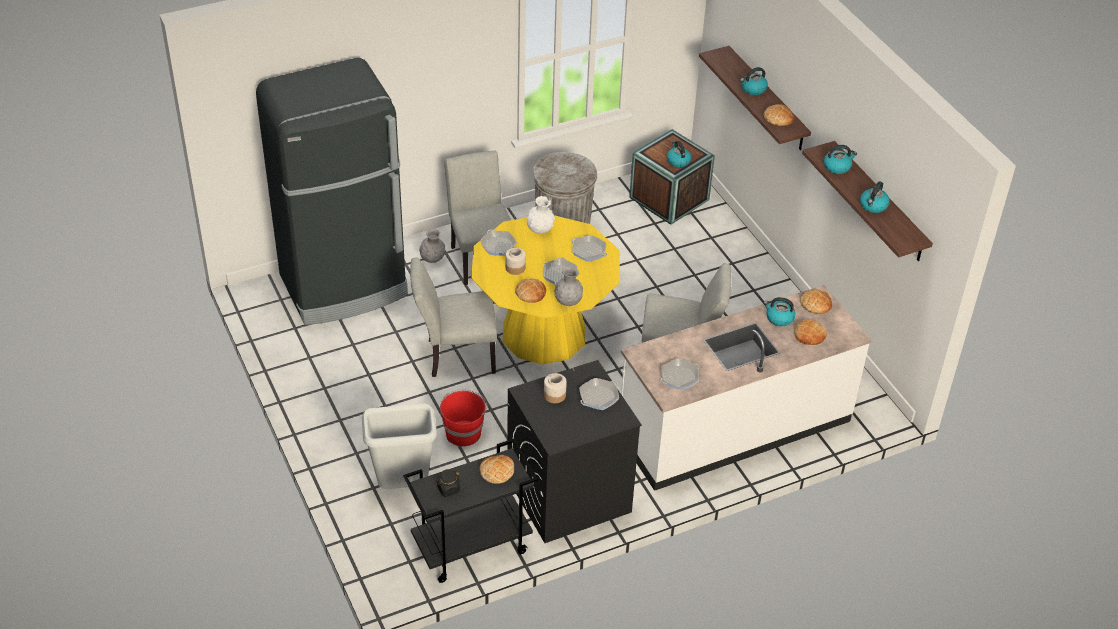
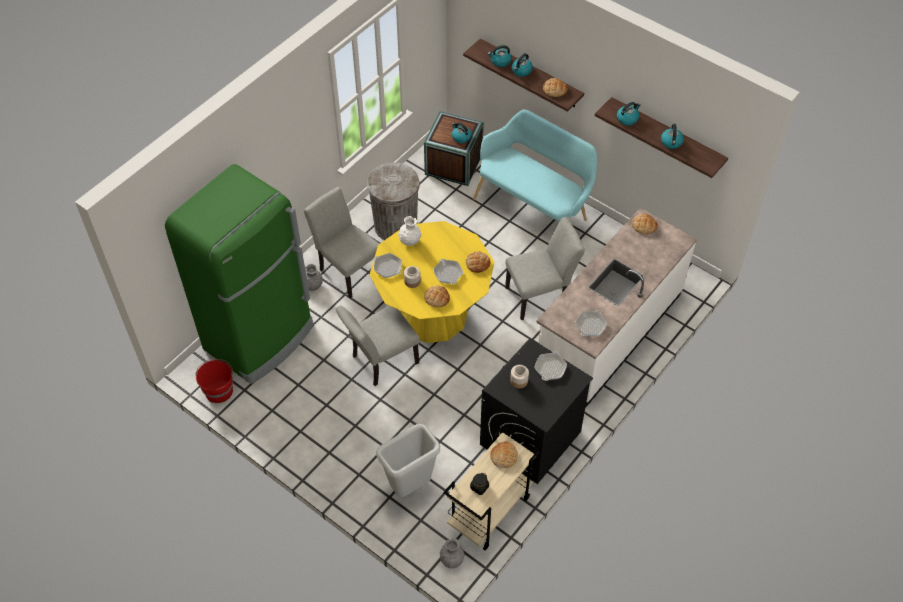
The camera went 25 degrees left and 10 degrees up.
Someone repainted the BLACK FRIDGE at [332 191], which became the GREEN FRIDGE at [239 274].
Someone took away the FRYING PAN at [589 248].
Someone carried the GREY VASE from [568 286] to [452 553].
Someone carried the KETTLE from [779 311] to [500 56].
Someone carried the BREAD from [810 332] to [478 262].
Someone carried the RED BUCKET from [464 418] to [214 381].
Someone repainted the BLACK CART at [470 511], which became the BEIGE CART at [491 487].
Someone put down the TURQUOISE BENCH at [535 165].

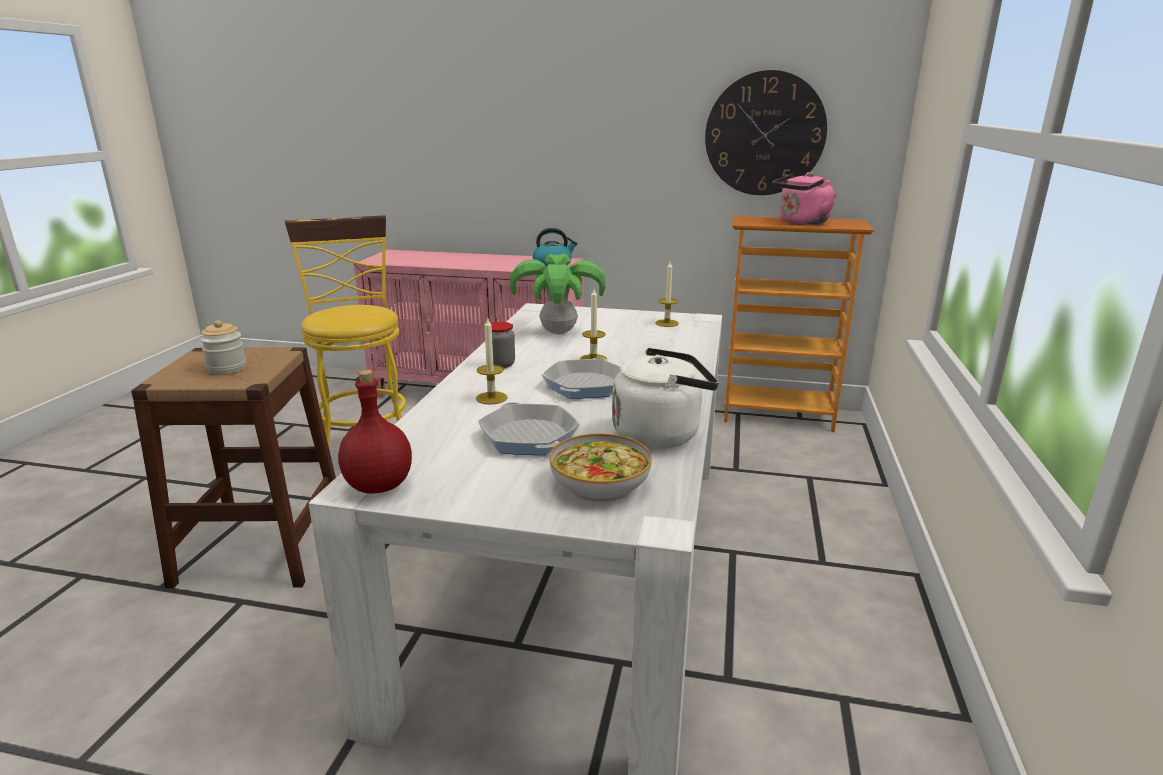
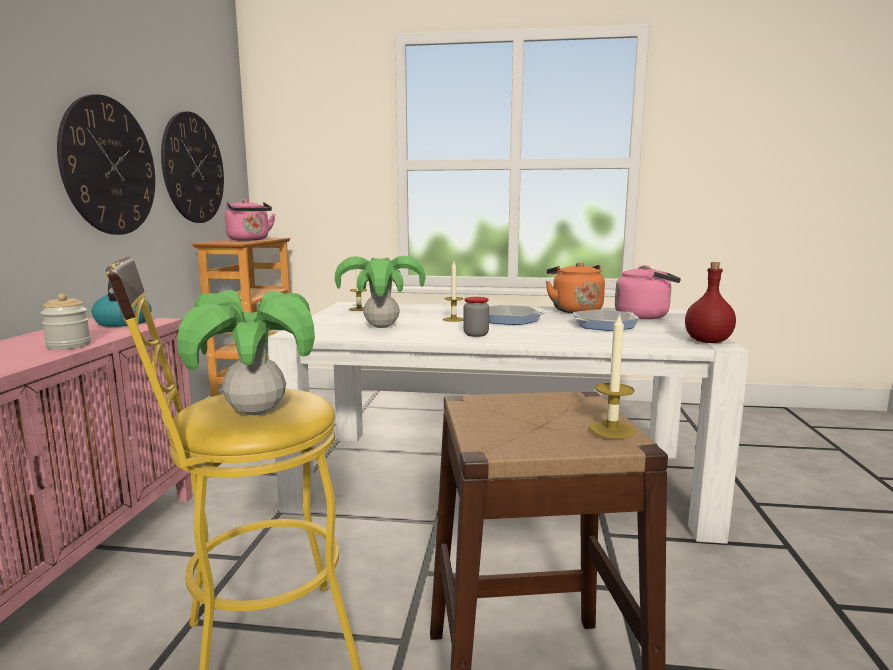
The camera went 95 degrees left and 10 degrees down.
Someone carried the CANDLE from [492 361] to [612 375].
Someone carried the JAR from [223 347] to [65 321].
Someone repainted the WHITE KETTLE at [665 398], which became the ORANGE KETTLE at [575 287].
Someone swapped the BOWL at [601 467] for the PINK KETTLE at [648 292].
Someone put up the WALL CLOCK at [106 164].
Someone put down the POTTED PLANT at [246 352].

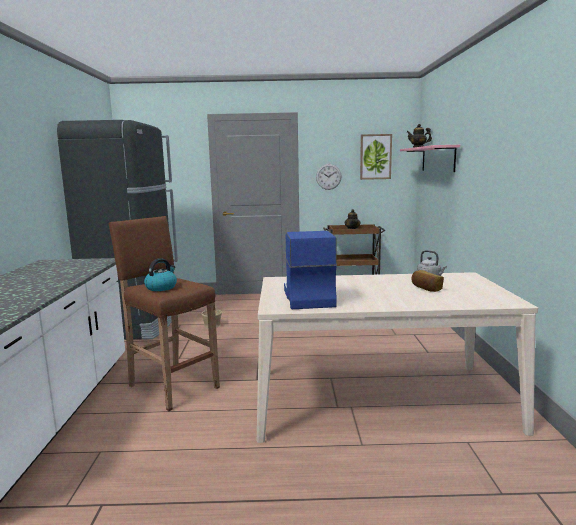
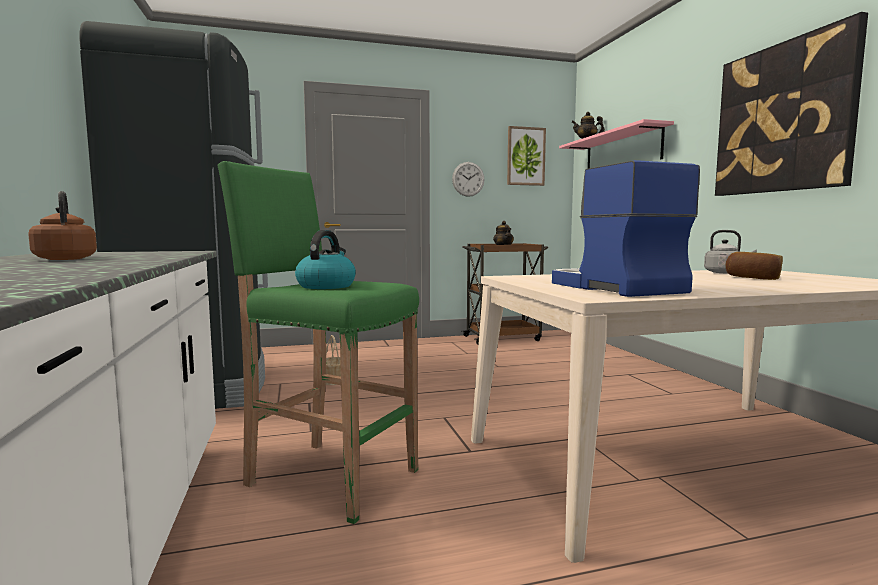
The camera went 15 degrees left and 5 degrees down.
Someone repainted the BROWN STOOL at [164 313], which became the GREEN STOOL at [318 342].
Someone put up the PICTURE at [791 104].
Someone put down the BROWN KETTLE at [62 225].

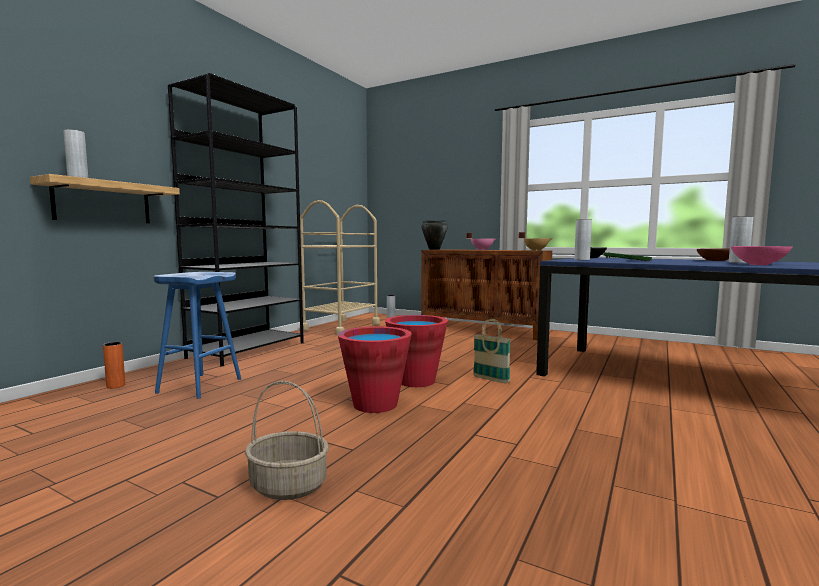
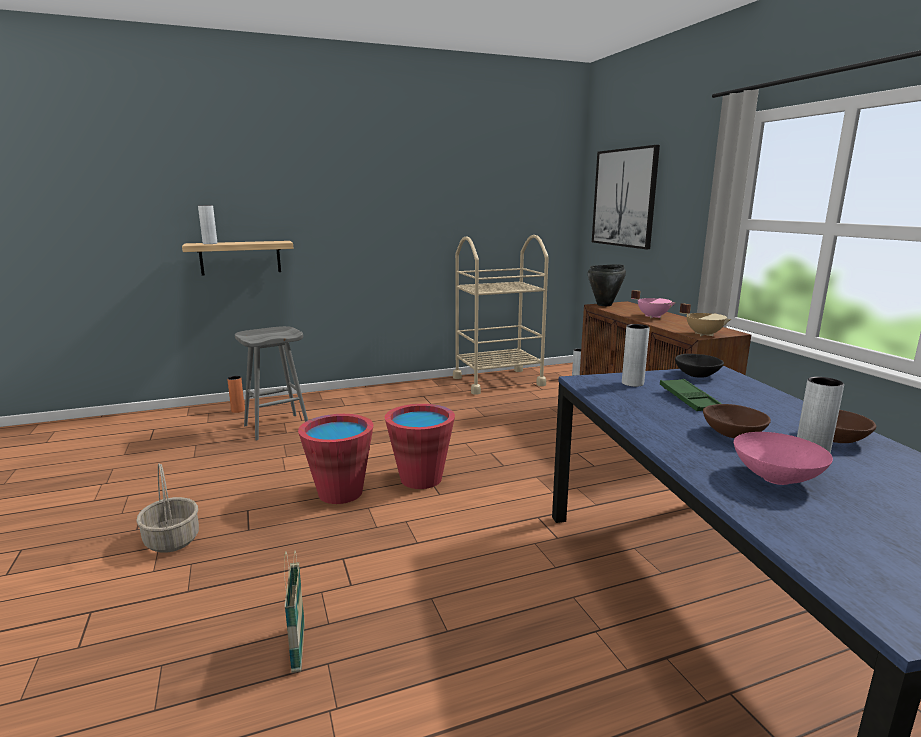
The camera went 40 degrees right and 10 degrees up.
Someone took away the BLACK BOOKCASE at [236 220].
Someone repainted the BLUE STOOL at [197 335], which became the GREY STOOL at [271 383].
Someone carried the BASKET from [492 351] to [294 612].
Someone put up the PICTURE at [626 197].
Someone put down the BROWN BOWL at [737 421].

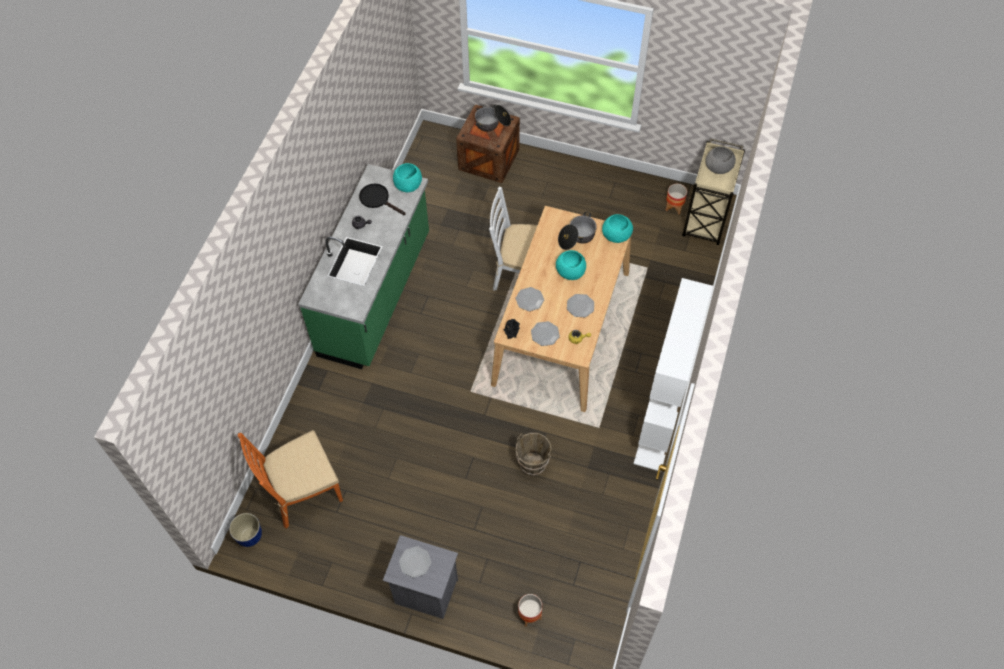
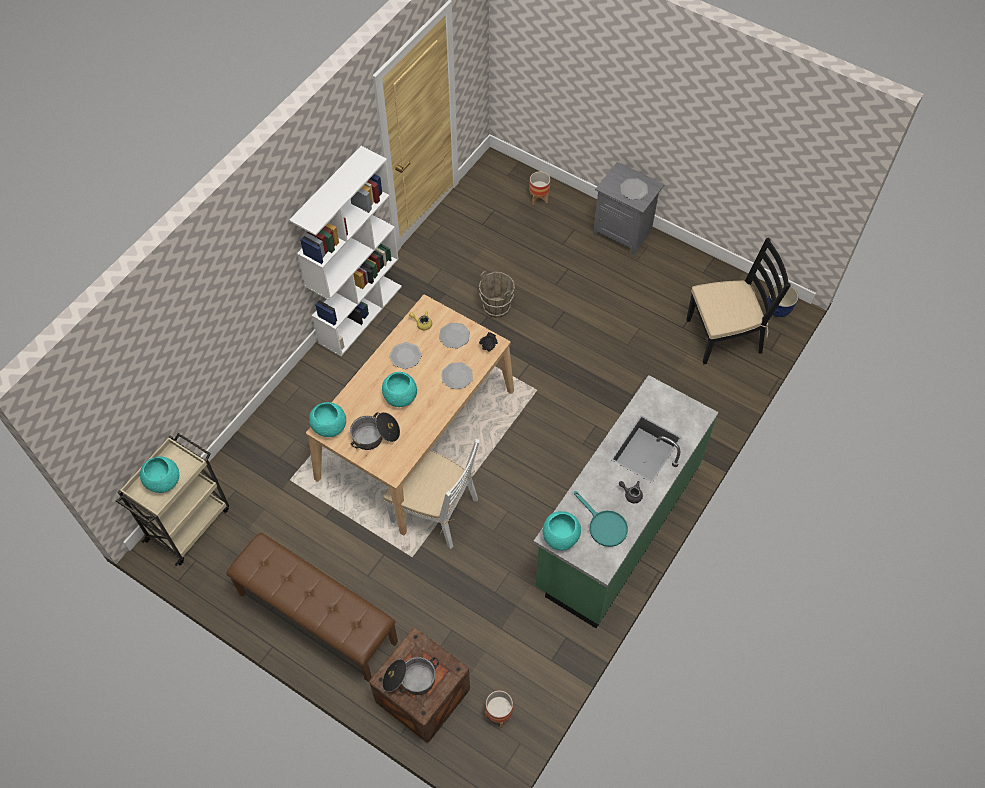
The camera went 165 degrees left and 0 degrees up.
Someone repainted the GREY BOWL at [720 160], which became the TURQUOISE BOWL at [159 474].
Someone repainted the BLACK FRYING PAN at [382 199], which became the TURQUOISE FRYING PAN at [601 519].
Someone carried the PLANTER from [676 199] to [499 709].
Someone repainted the ORANGE CHAIR at [290 479], which became the BLACK CHAIR at [738 301].
Someone put down the BROWN BENCH at [312 607].

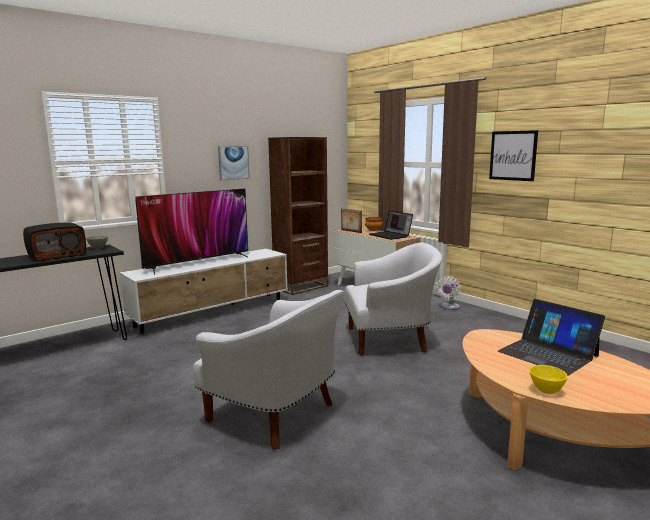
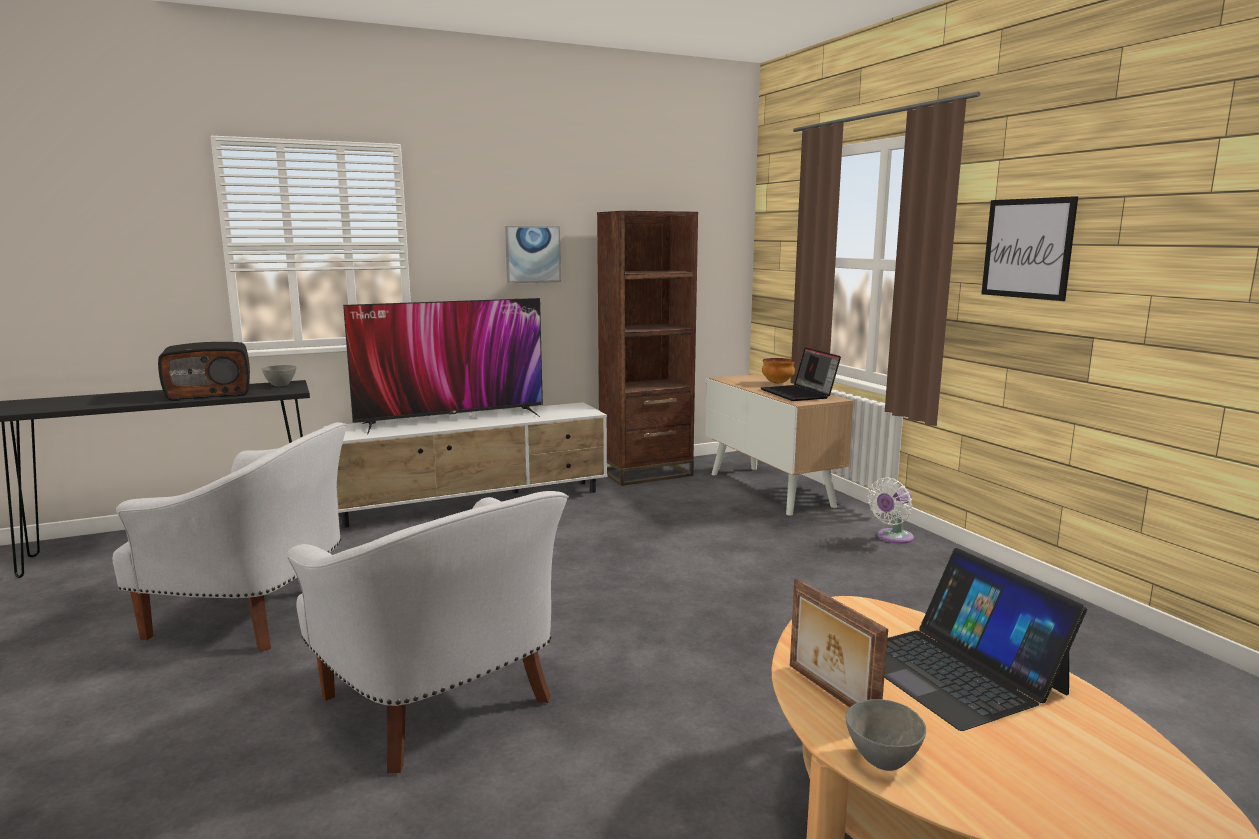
The camera went 15 degrees right and 0 degrees up.
Someone carried the PICTURE FRAME from [351 220] to [839 642].
Someone carried the WHITE ARMCHAIR from [393 299] to [230 537].
Someone repainted the YELLOW BOWL at [549 379], which became the GREY BOWL at [886 735].

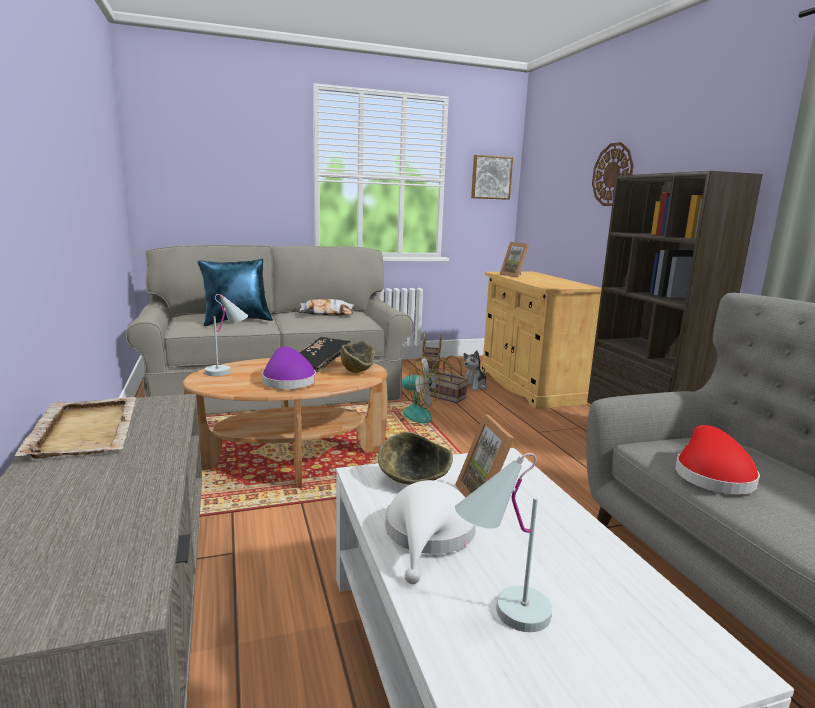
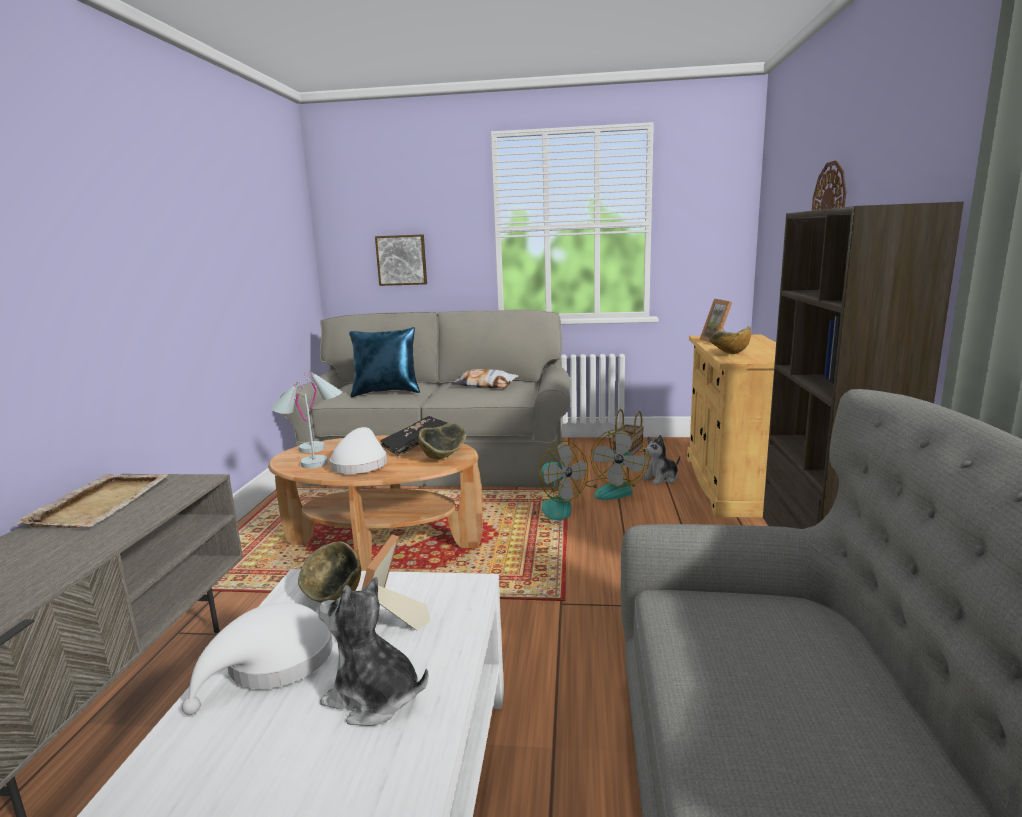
The camera went 25 degrees right and 0 degrees up.
Someone carried the PICTURE from [492 177] to [401 260].
Someone repainted the PURPLE HAT at [289 368], which became the WHITE HAT at [358 450].
Someone swapped the BASKET at [448 379] for the FAN at [617 464].
Someone took away the RED HAT at [718 459].
Someone carried the WHITE TABLE LAMP from [503 542] to [299 425].
Someone put down the BOWL at [730 340].
Someone put down the PLUSH TOY at [373 651].

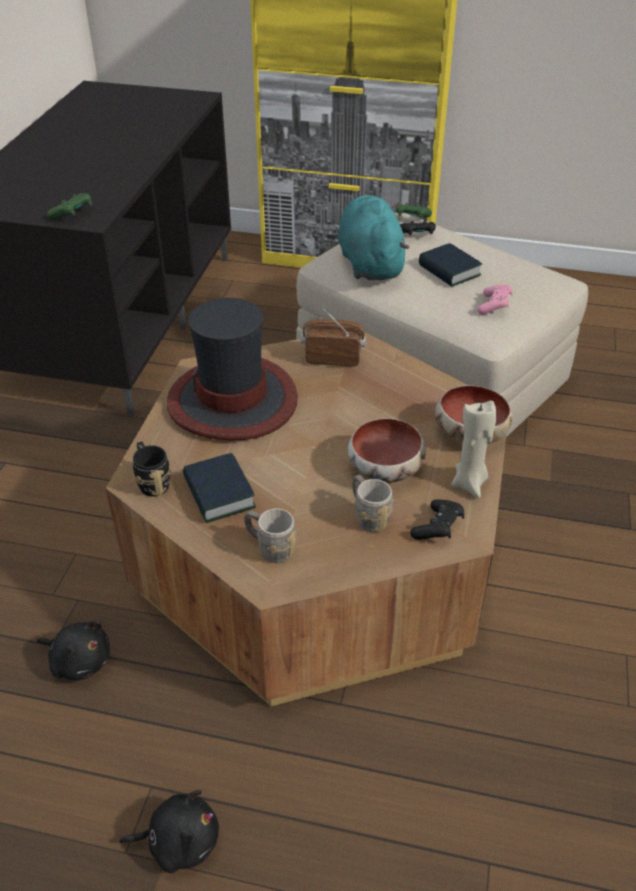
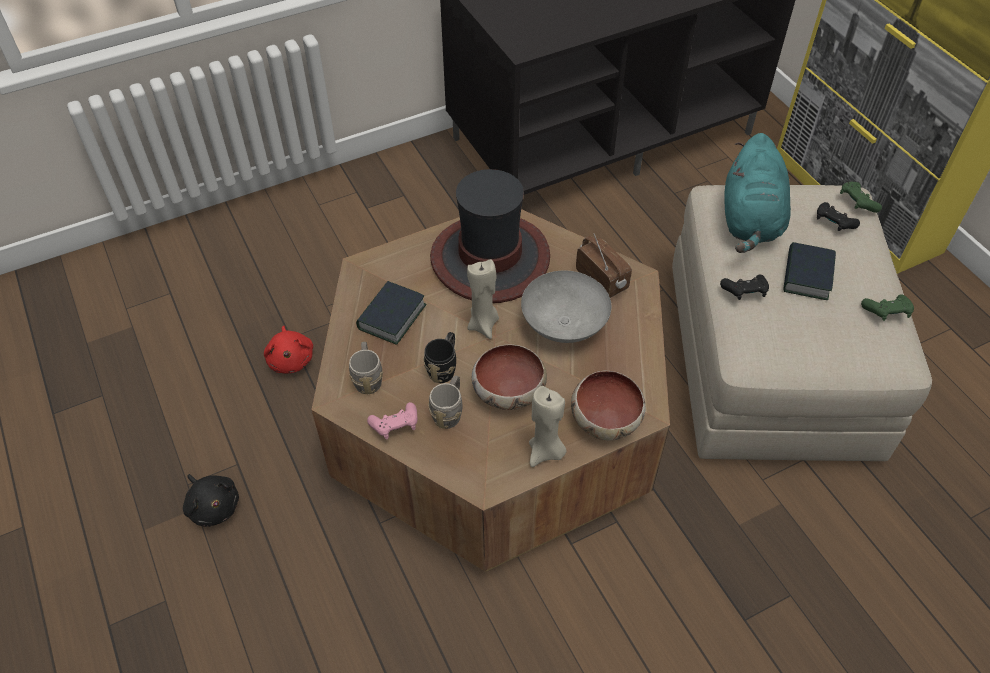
The camera went 50 degrees right and 10 degrees up.
Someone carried the GREEN GAME CONTROLLER from [69 206] to [887 307].
Someone rotated the TURQUOISE PLUSH TOY at [374 237] by 150 degrees clockwise.
Someone carried the PINK GAME CONTROLLER from [494 300] to [392 420].
Someone carried the BLACK MUG from [152 469] to [439 357].
Someone carried the BLACK GAME CONTROLLER from [437 519] to [744 287].
Someone repainted the BLACK PLUSH TOY at [73 650], which became the RED PLUSH TOY at [288 349].
Someone put down the BEIGE CANDLE at [483 299].
Someone put down the GREY BOWL at [566 307].

